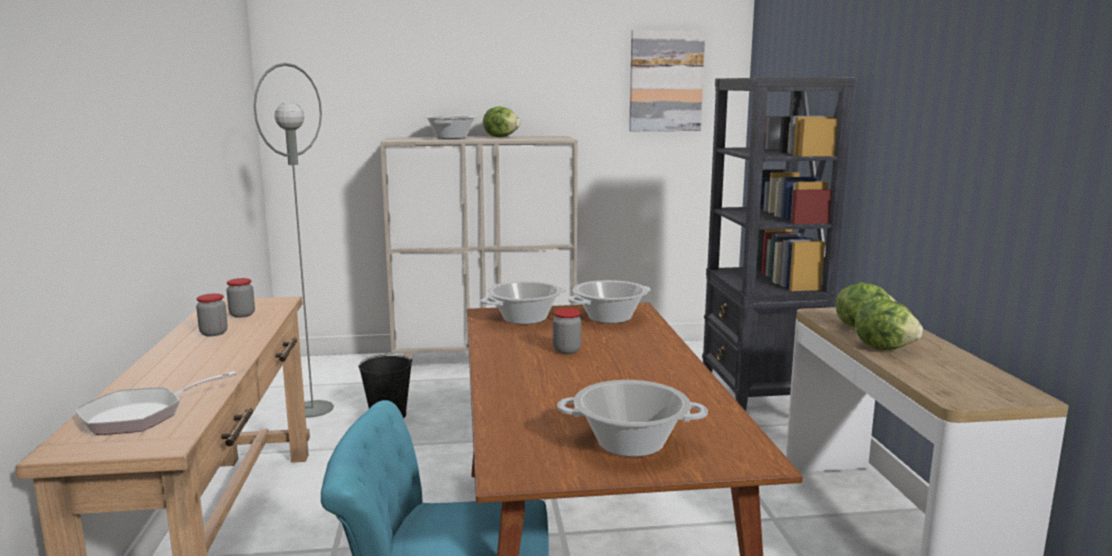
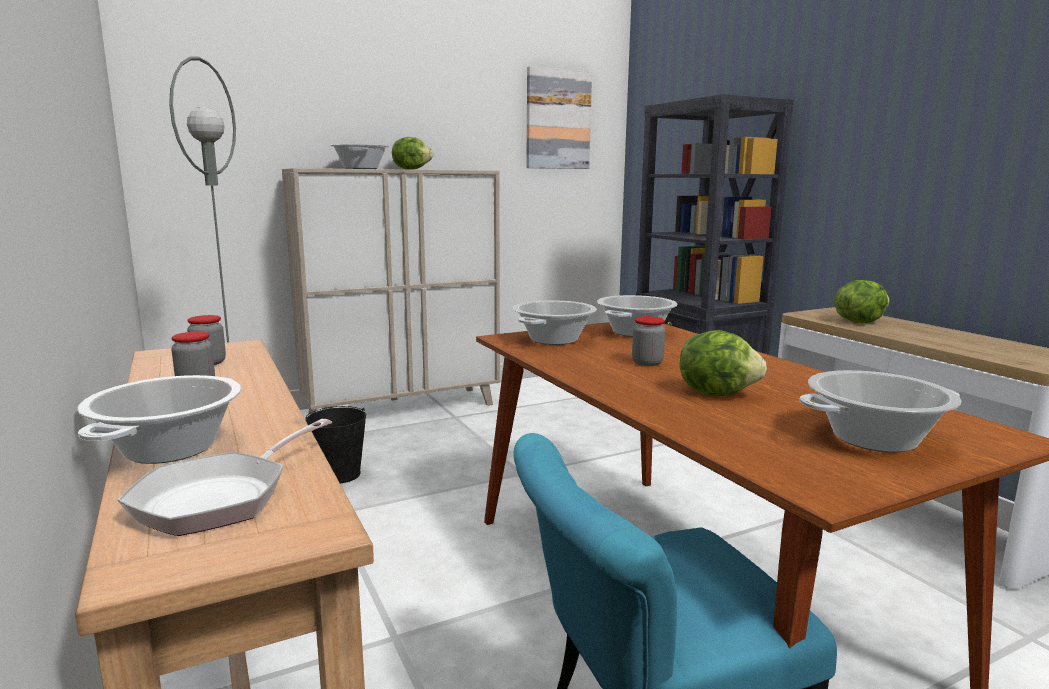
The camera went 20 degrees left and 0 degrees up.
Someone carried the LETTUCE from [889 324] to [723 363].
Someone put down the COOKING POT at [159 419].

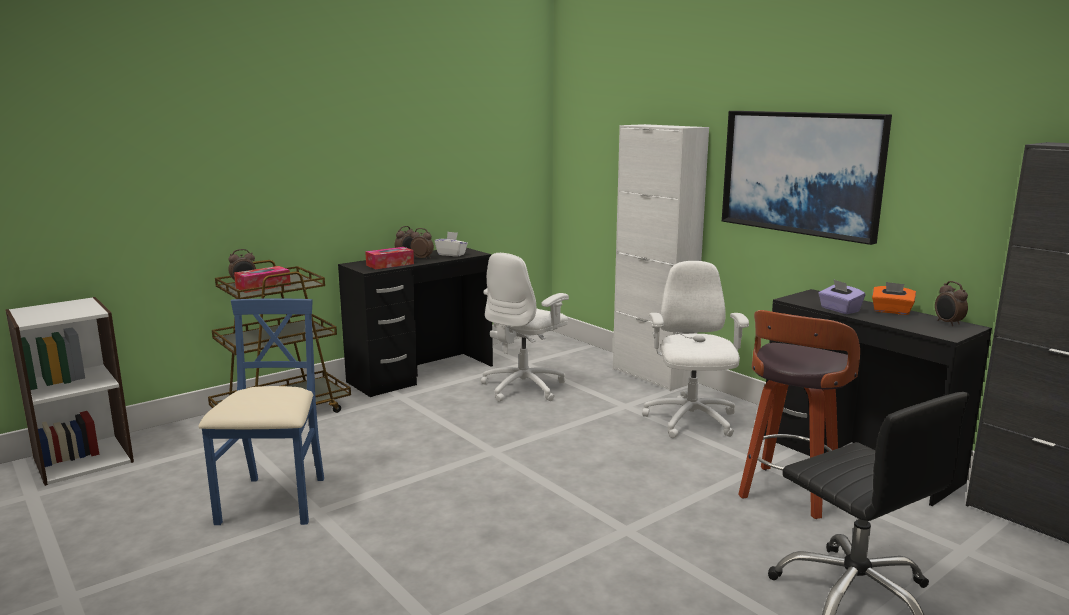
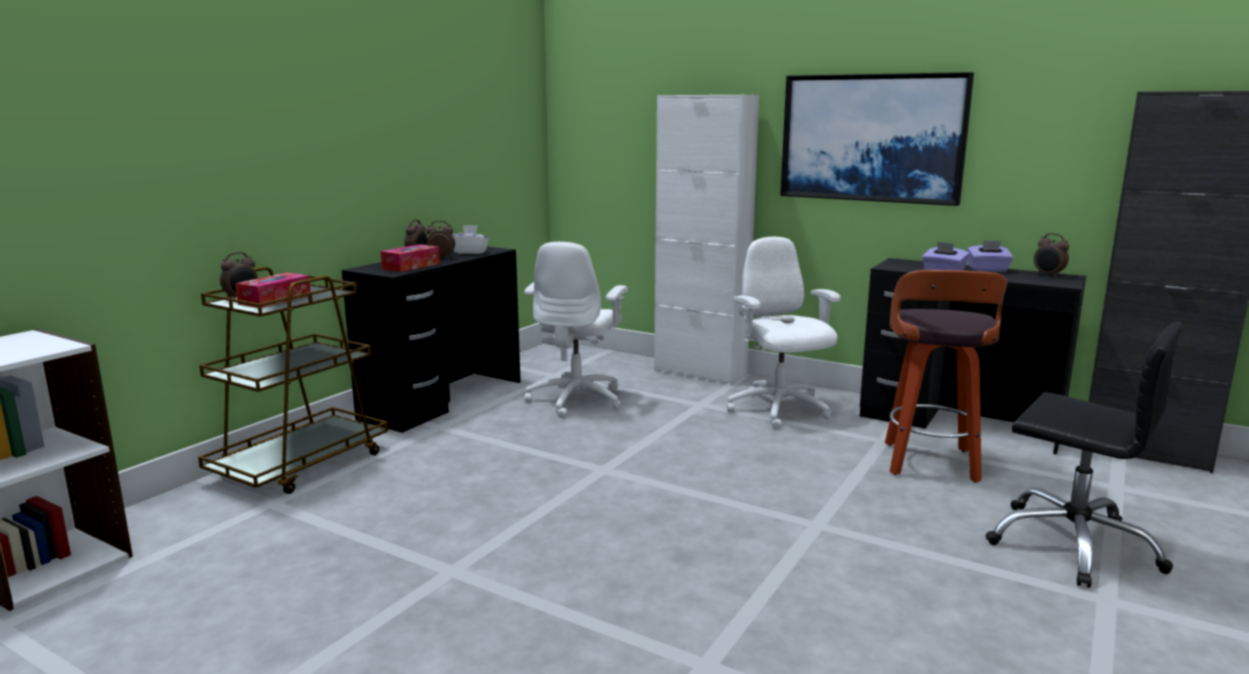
The camera went 20 degrees left and 0 degrees up.
Someone repainted the ORANGE TISSUE BOX at [894 298], which became the PURPLE TISSUE BOX at [990 256].
Someone took away the BLUE CHAIR at [261 411].

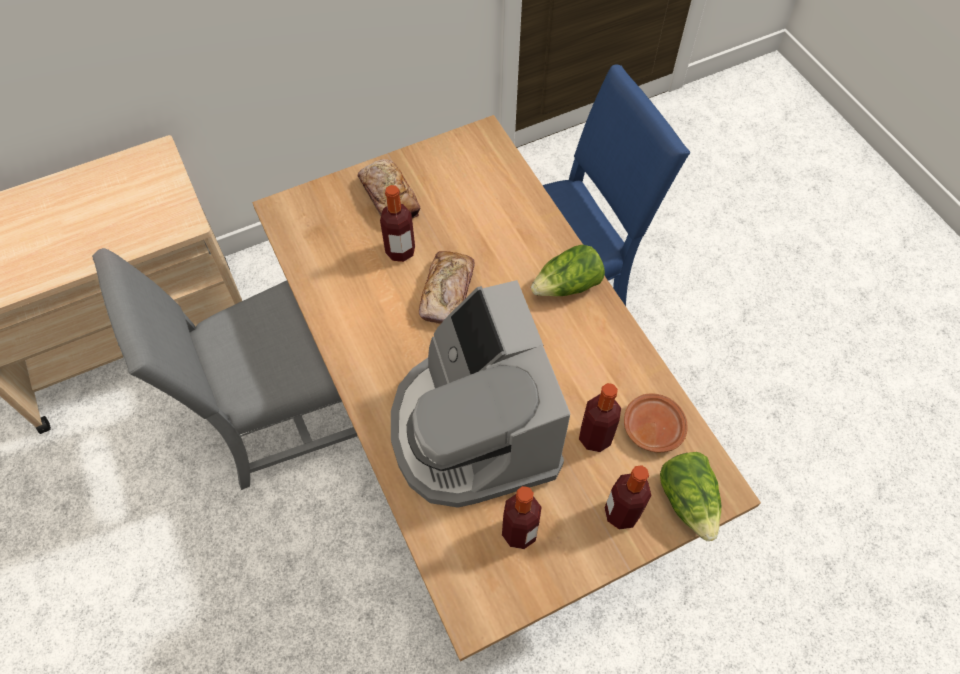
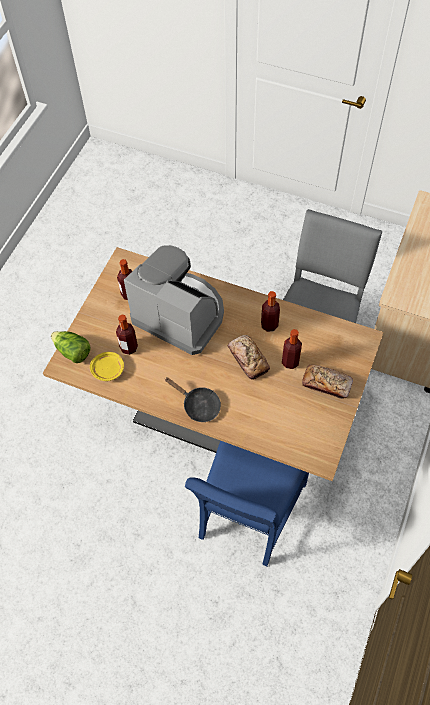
The camera went 140 degrees right and 0 degrees up.
Someone swapped the LETTUCE at [568 270] for the BLACK FRYING PAN at [193 400].
Someone repainted the BROWN PLATE at [656 423], which became the YELLOW PLATE at [107 366].
Someone carried the BOTTLE from [628 497] to [270 311].

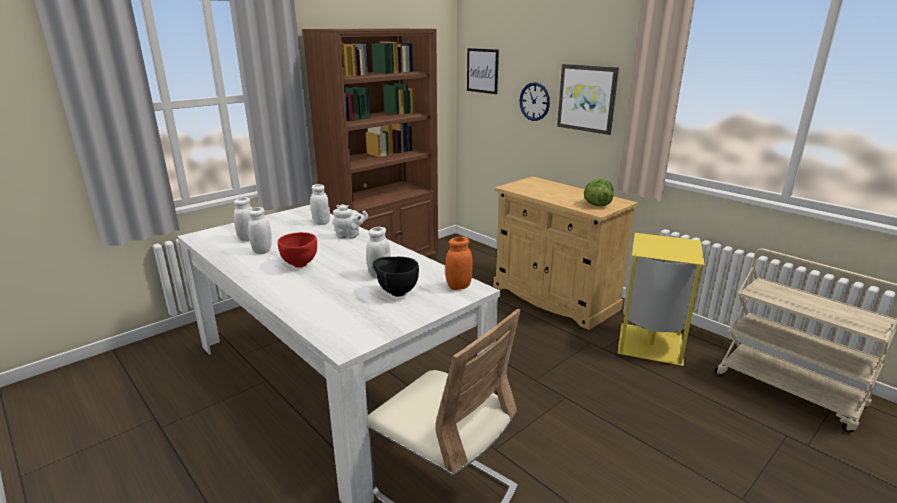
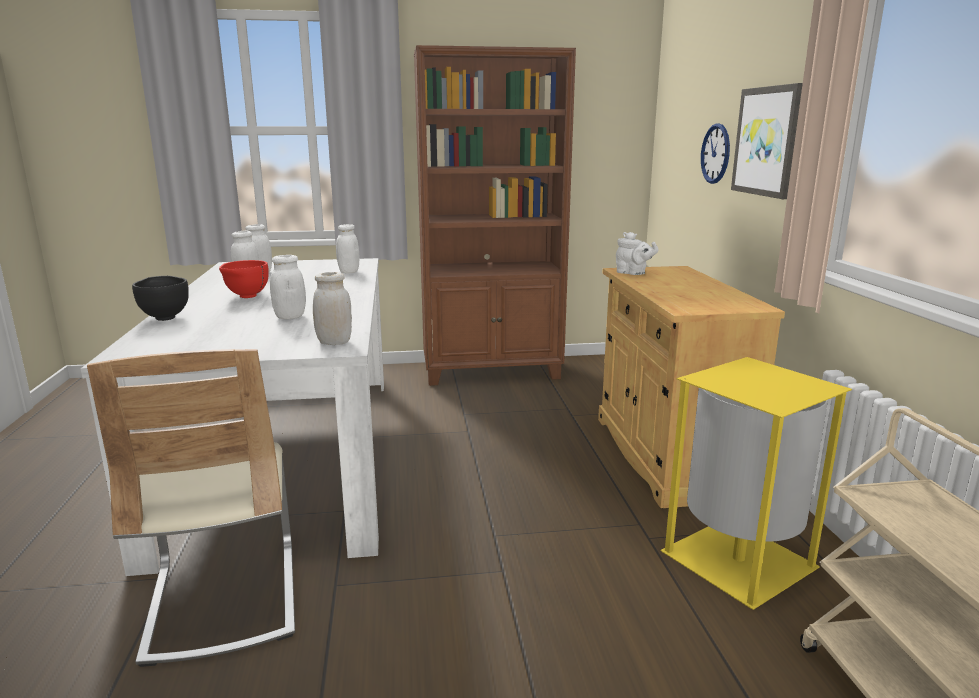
The camera went 35 degrees right and 5 degrees down.
Someone took away the PICTURE at [483 71].
Someone took away the LETTUCE at [599 192].
Someone carried the WHITE TEAPOT from [350 221] to [637 253].
Someone repainted the ORANGE JAR at [459 263], which became the WHITE JAR at [332 308].
Someone carried the BLACK BOWL from [396 277] to [160 298].

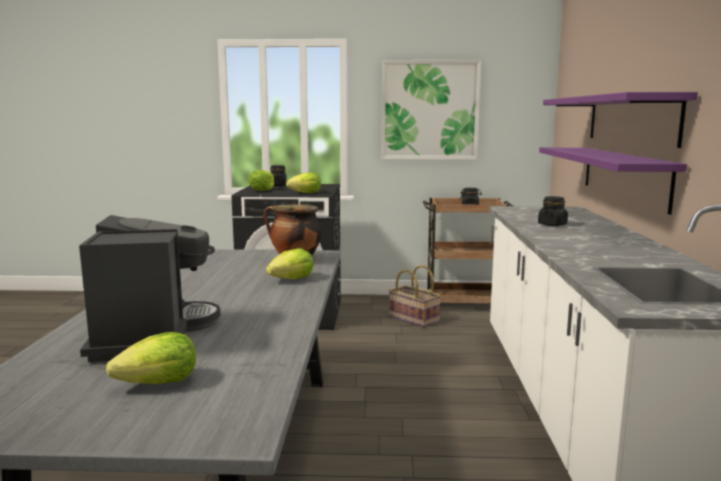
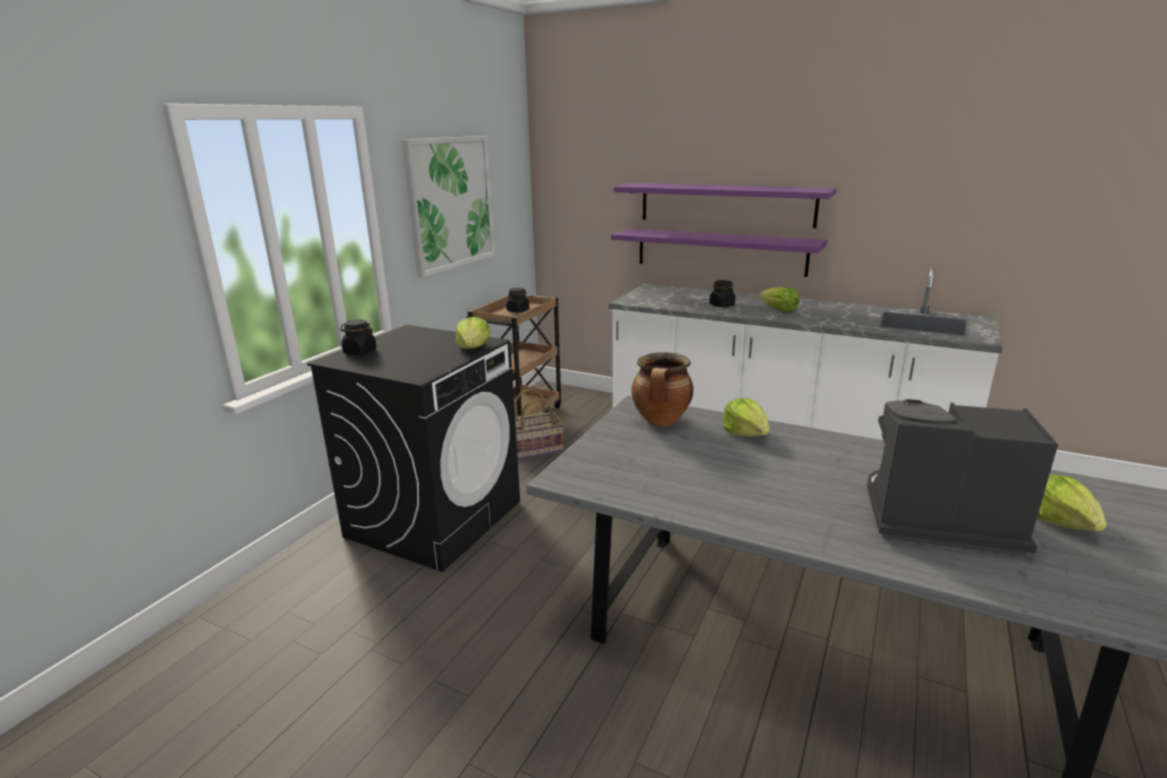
The camera went 65 degrees left and 10 degrees up.
Someone carried the LETTUCE from [261 180] to [779 299].

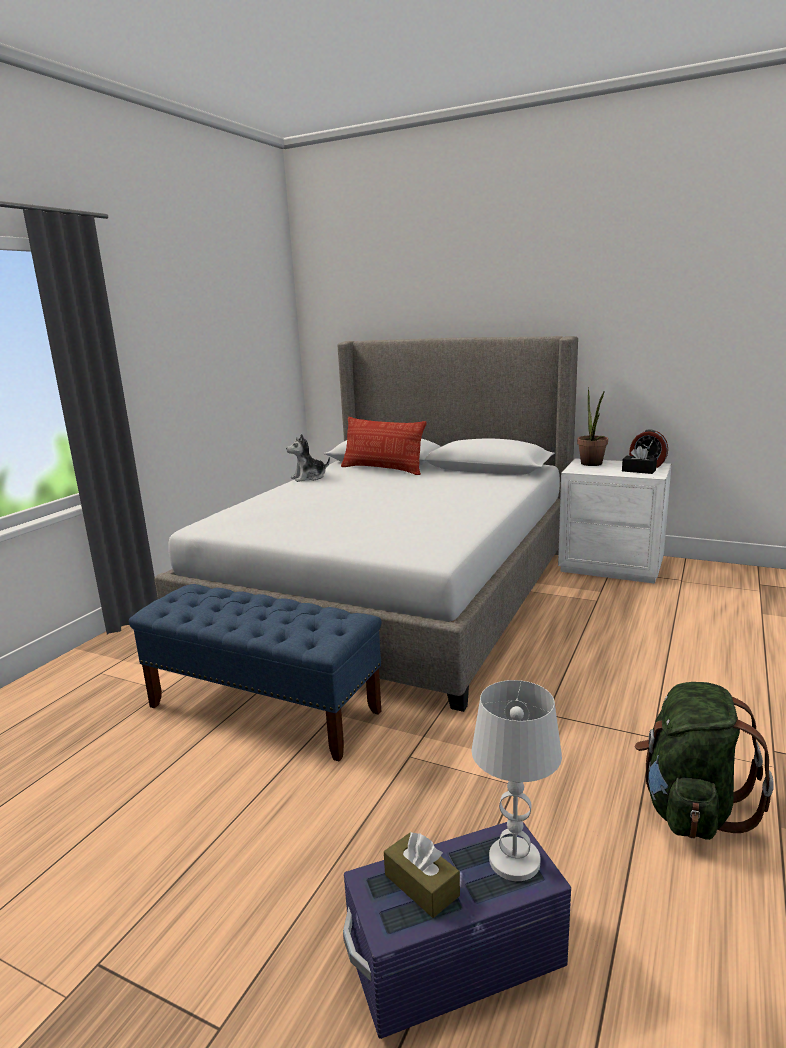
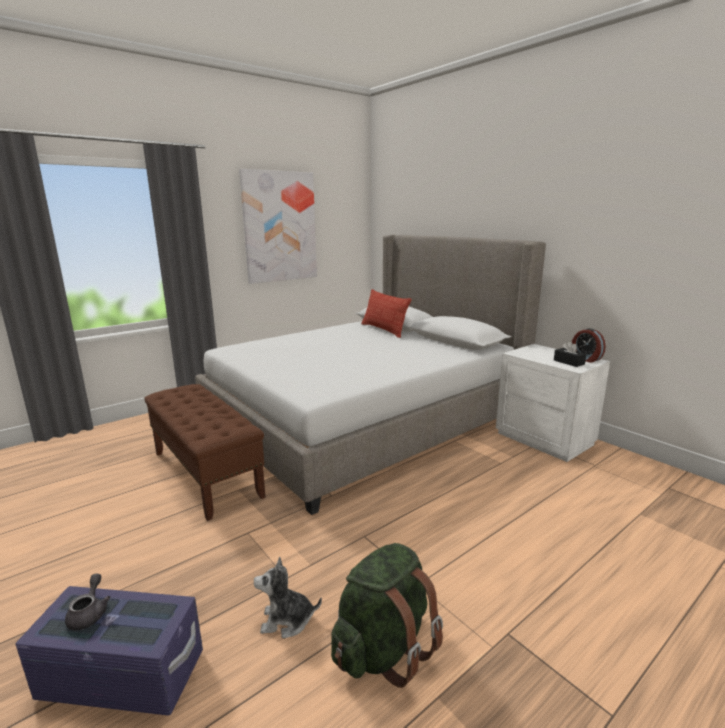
The camera went 25 degrees right and 0 degrees up.
Someone took away the POTTED PLANT at [592 426].
Someone carried the PLUSH TOY from [308 458] to [288 597].
Someone repainted the BLUE BENCH at [255 673], which became the BROWN BENCH at [205 452].
Someone took away the WHITE TABLE LAMP at [517 780].
Someone swapped the BROWN TISSUE BOX at [422 875] for the GREY TEAPOT at [87 602].
Someone put up the PICTURE at [278 226].

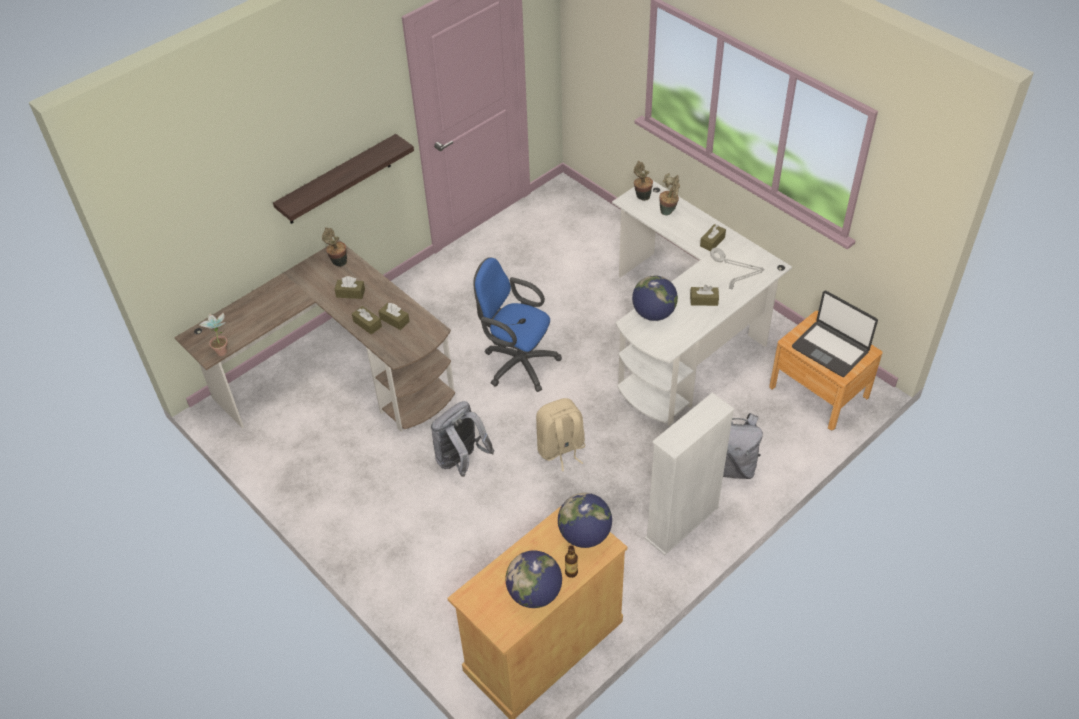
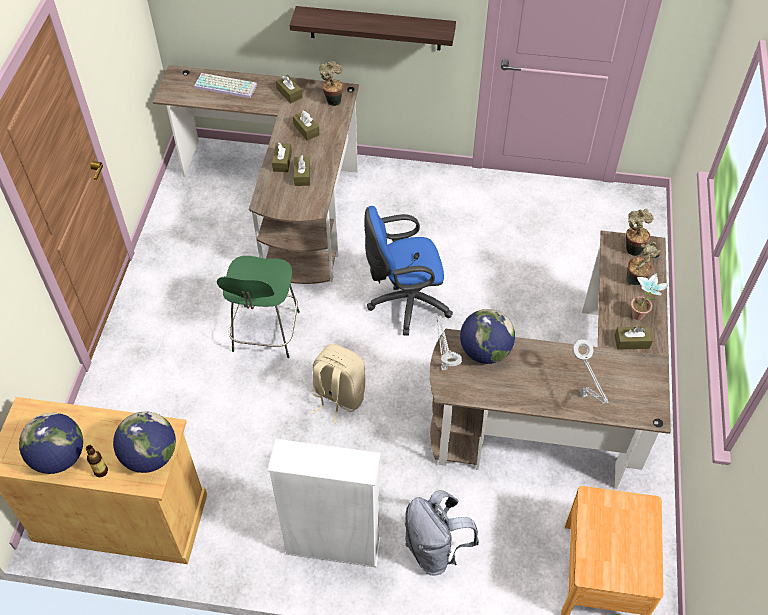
The camera went 50 degrees right and 5 degrees up.
Someone repainted the WHITE DESK at [702 303], which became the BROWN DESK at [550 360].
Someone rotated the BLUE OFFICE CHAIR at [518 324] by 90 degrees counterclockwise.
Someone carried the BROWN TISSUE BOX from [704 295] to [289 89].
Someone took away the LAPTOP at [835 334].
Someone carried the POTTED PLANT from [213 334] to [650 296].
Someone swapped the GREY BACKPACK at [463 439] for the GREEN CHAIR at [258 307].
Someone put down the KEYBOARD at [225 85].
Someone put down the GREY TABLE LAMP at [449 342].

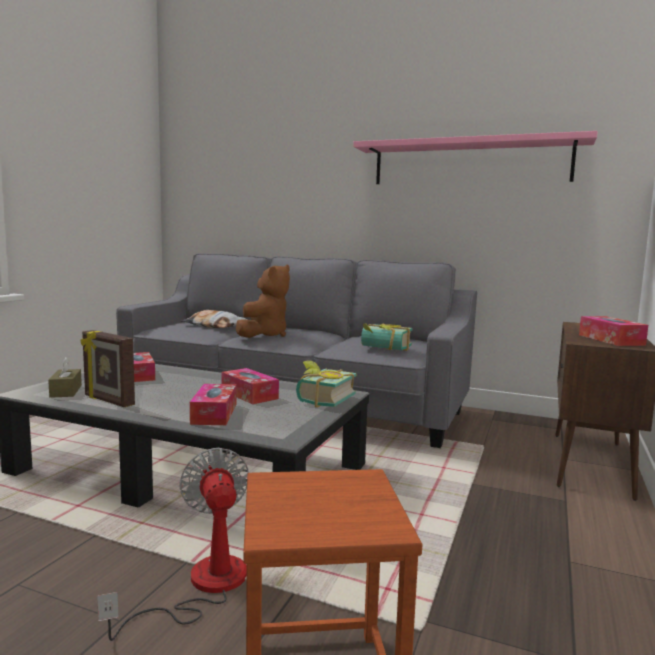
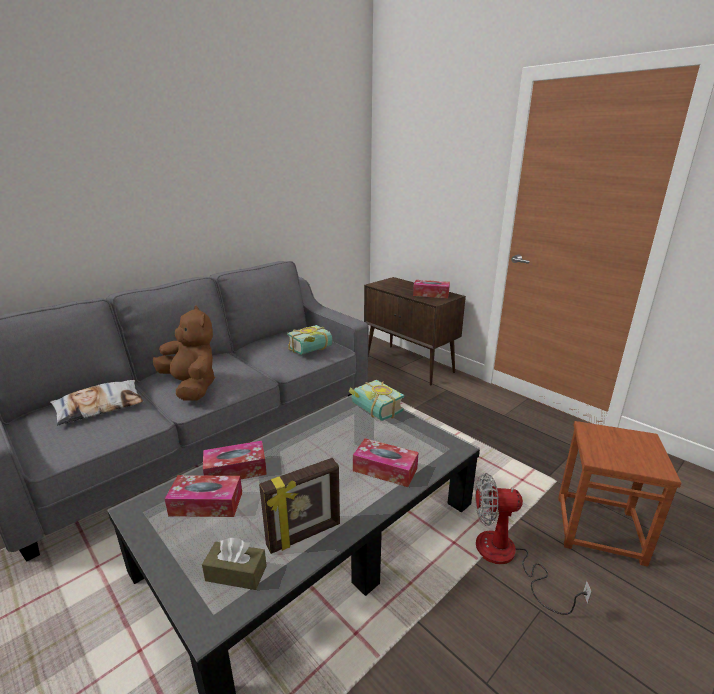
The camera went 65 degrees left and 15 degrees up.
Someone took away the PINK SHELF at [475 157].
Someone carried the TISSUE BOX from [250 386] to [235 460].

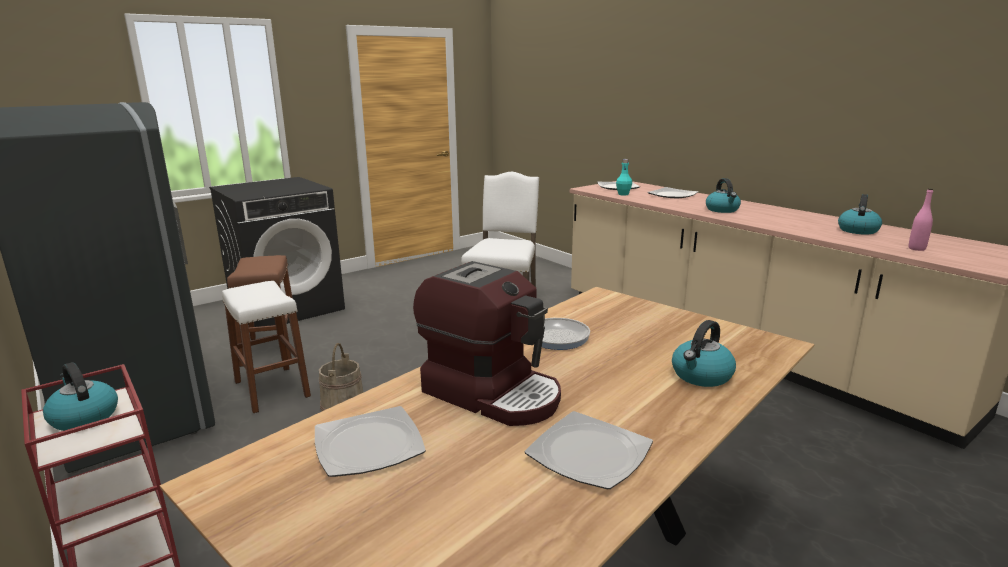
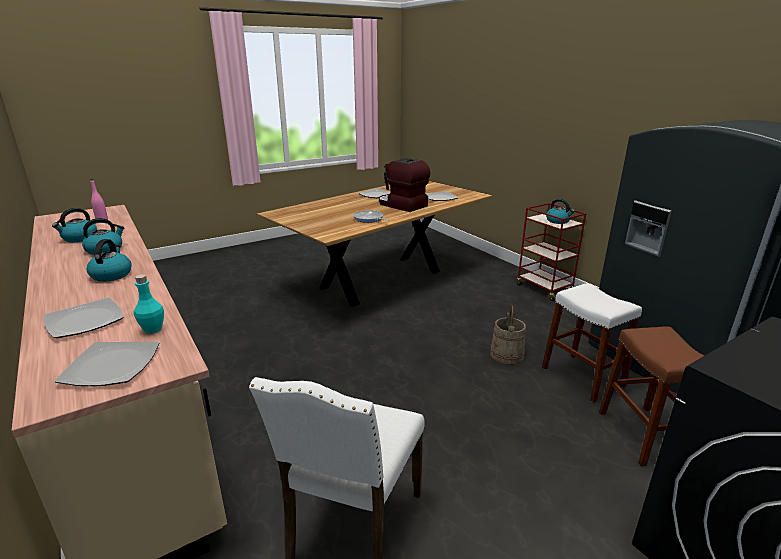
The camera went 175 degrees left and 5 degrees up.
Someone carried the KETTLE from [704 353] to [103 236].

